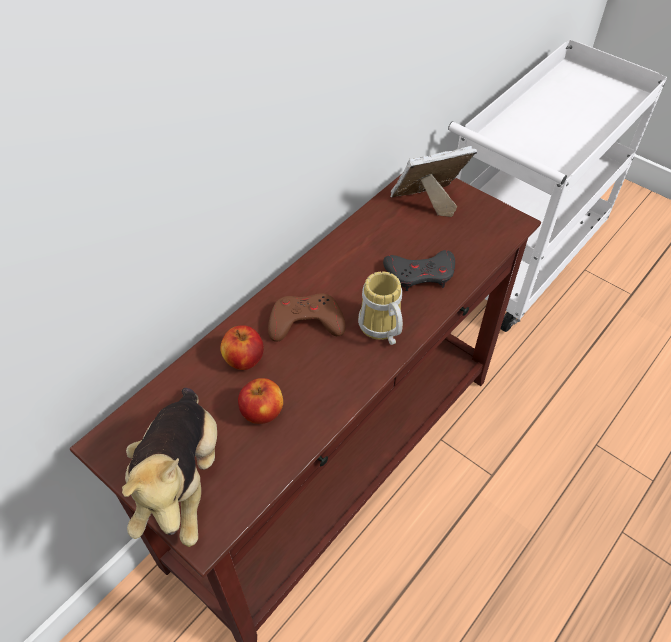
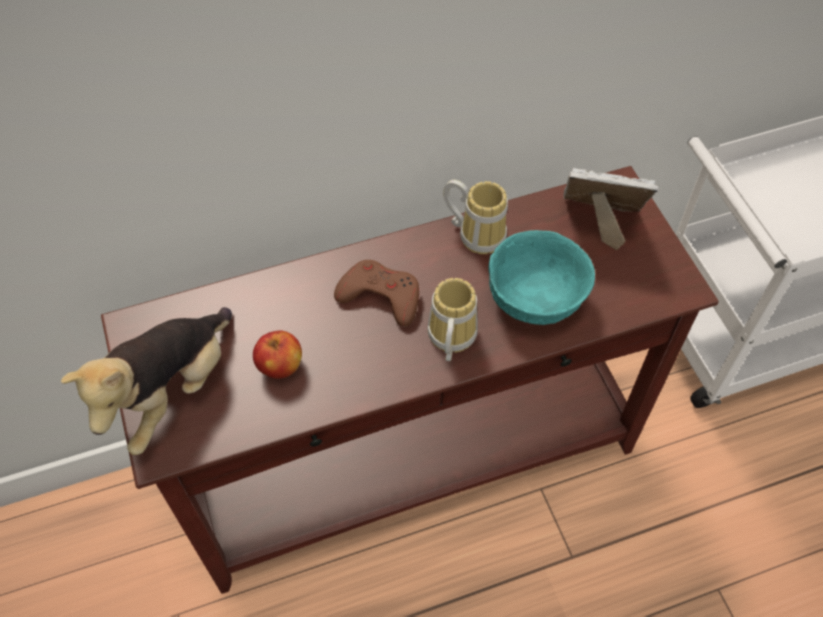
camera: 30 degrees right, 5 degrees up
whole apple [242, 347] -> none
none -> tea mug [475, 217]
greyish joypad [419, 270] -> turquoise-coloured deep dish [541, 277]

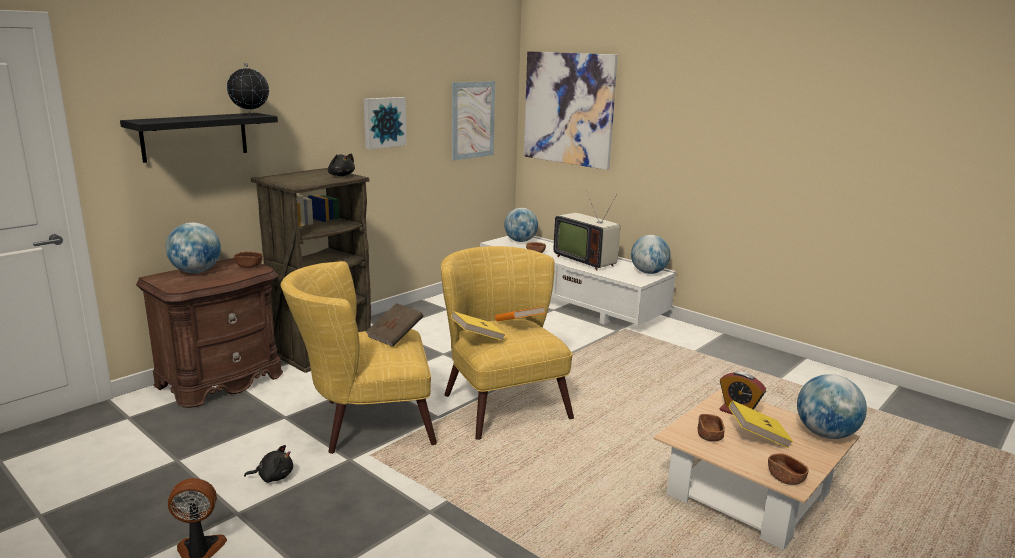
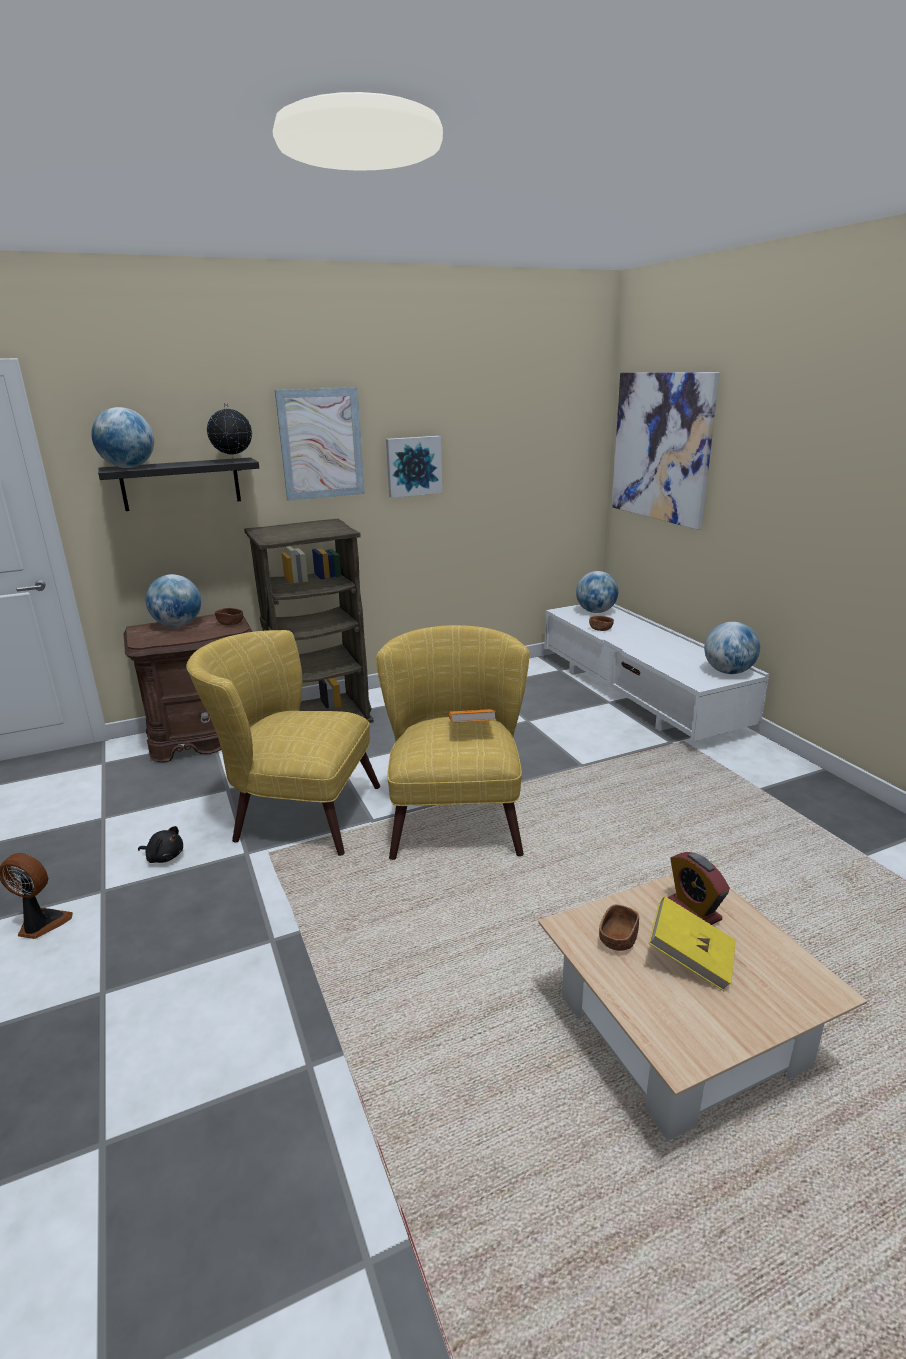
camera: 25 degrees right, 5 degrees up
black-coloured plush toy [341, 165] -> none
brownish book [394, 325] -> none
yellowish book [478, 326] -> none
TV set [587, 230] -> none
brownish deep dish [788, 469] -> none
picture [473, 121] -> picture [320, 444], moved
desk globe [832, 406] -> desk globe [122, 437], moved

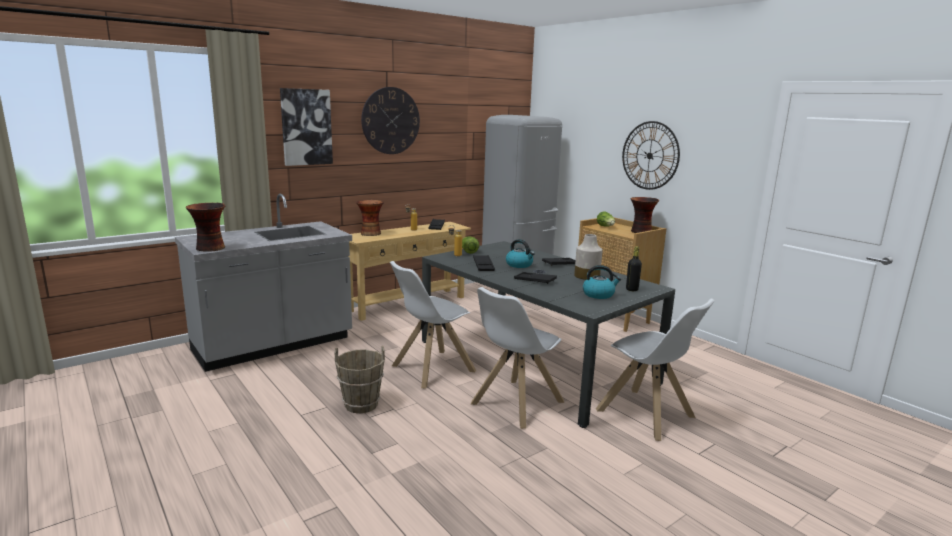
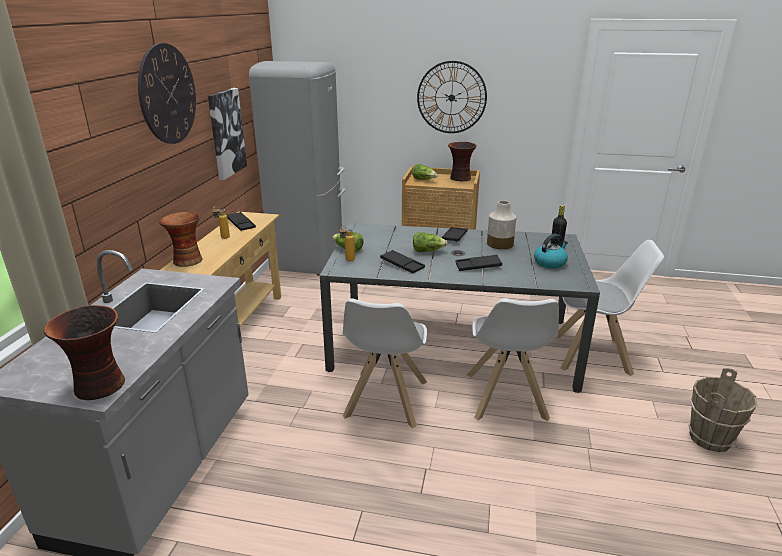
camera: 40 degrees left, 10 degrees up
picture [306, 127] -> picture [227, 134], moved
brownish water bucket [360, 379] -> brownish water bucket [722, 410], moved
tea kettle [520, 253] -> head of lettuce [430, 242]

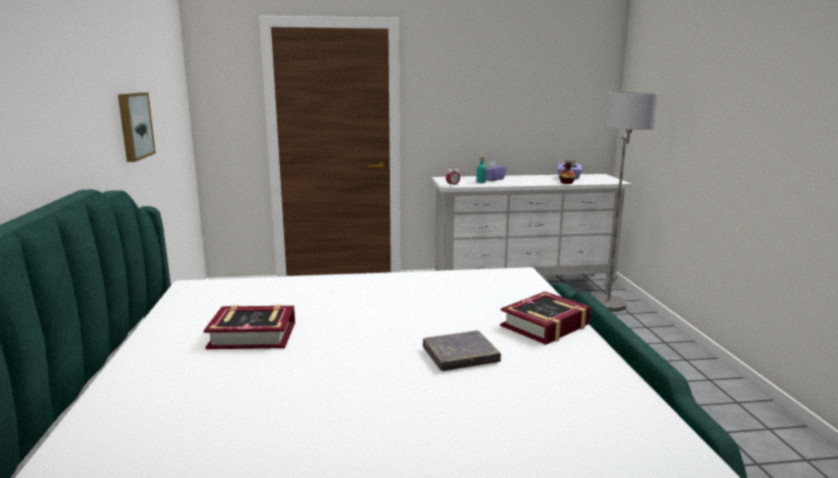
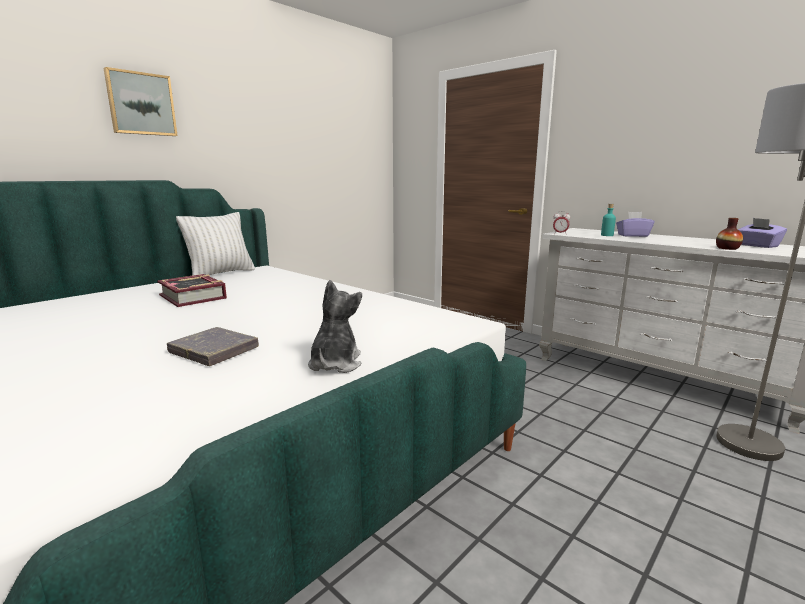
camera: 50 degrees right, 0 degrees up
none -> whitish throw pillow [215, 244]
picture [137, 127] -> picture [140, 101], moved
book [545, 318] -> plush toy [335, 326]

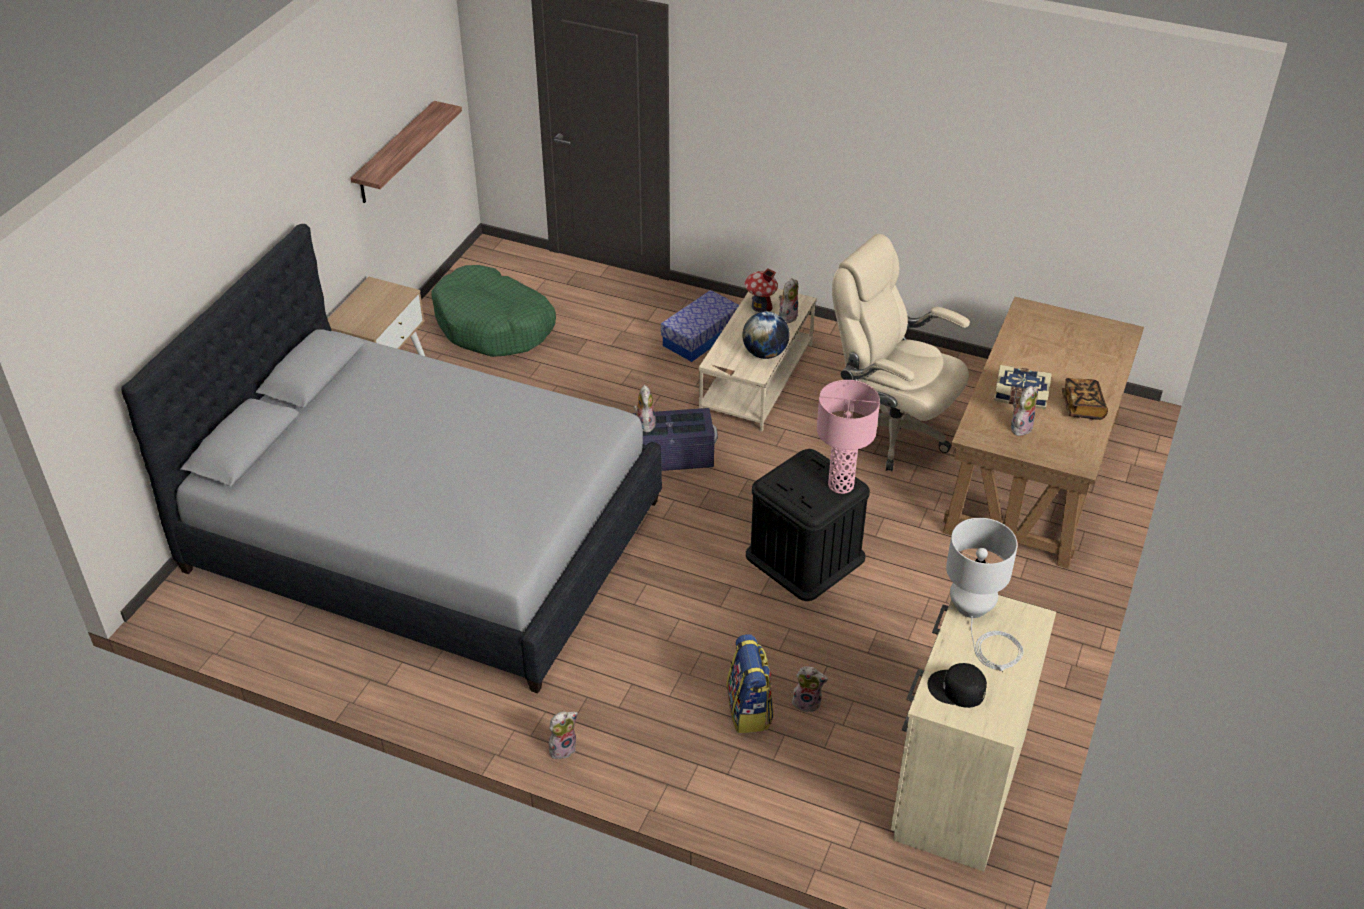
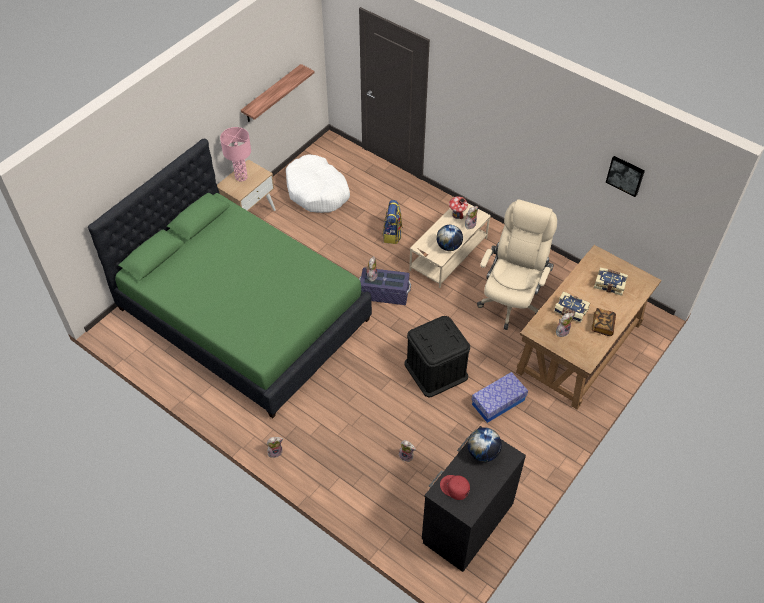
camera: 15 degrees right, 10 degrees up
none -> book [611, 282]
none -> picture [625, 176]
storage container [700, 326] -> storage container [500, 397], moved
backpack [750, 683] -> backpack [393, 222], moved
pink-coloured lamp for a table [848, 437] -> pink-coloured lamp for a table [235, 154], moved
greyish lamp for a table [985, 595] -> desk globe [484, 444]
greyish bedroom bed [391, 459] -> green bedroom bed [230, 278]
green dog bed [493, 311] -> whitish dog bed [318, 183]
beige dresser [973, 733] -> black-coloured dresser [474, 499]
black-coloured cap [957, 685] -> red cap [455, 487]
beige desk chair [901, 352] -> beige desk chair [517, 264], 60 degrees clockwise

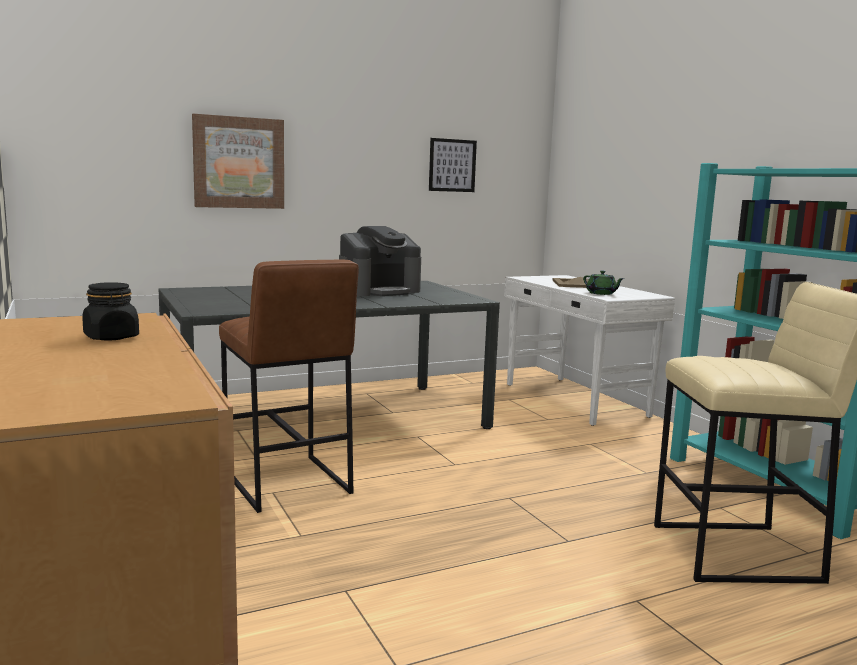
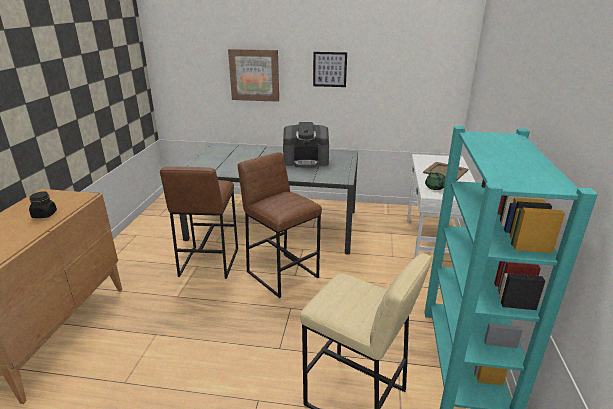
camera: 35 degrees right, 15 degrees up
none -> brownish sitting stool [280, 225]
picture [453, 165] -> picture [330, 69], moved

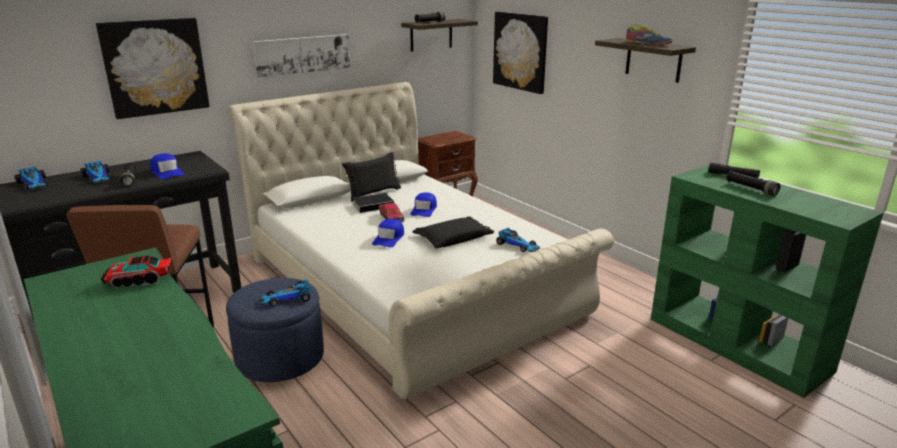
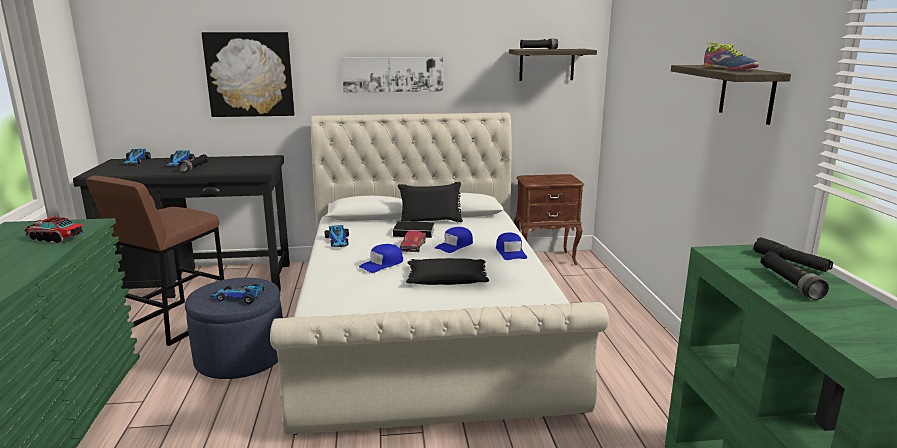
camera: 30 degrees right, 5 degrees down
picture [520, 53] -> none
bluish cap [167, 166] -> bluish cap [511, 246], moved
model car [518, 240] -> model car [337, 236], moved

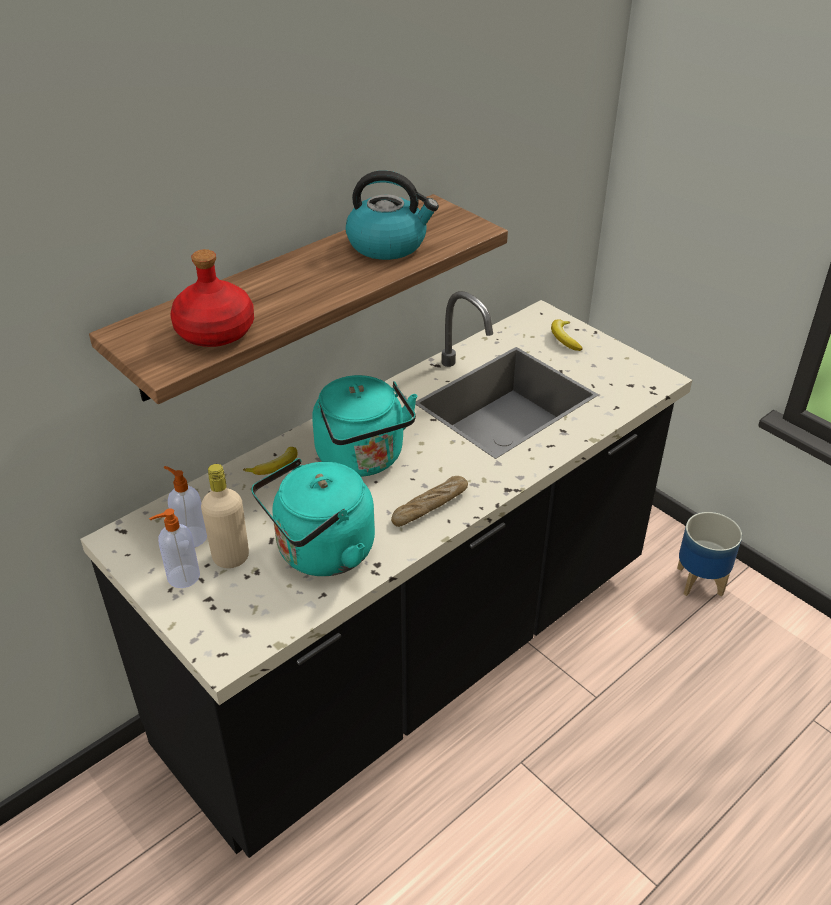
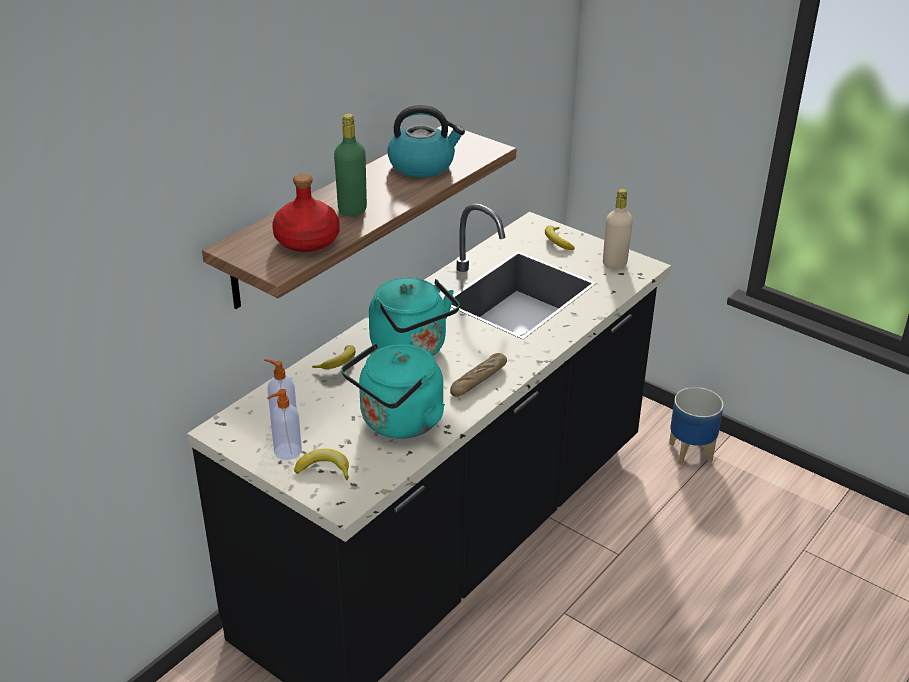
camera: 10 degrees left, 5 degrees down
none -> banana fruit [321, 464]
none -> green drink bottle [350, 165]
beige drink bottle [225, 516] -> beige drink bottle [618, 229], moved

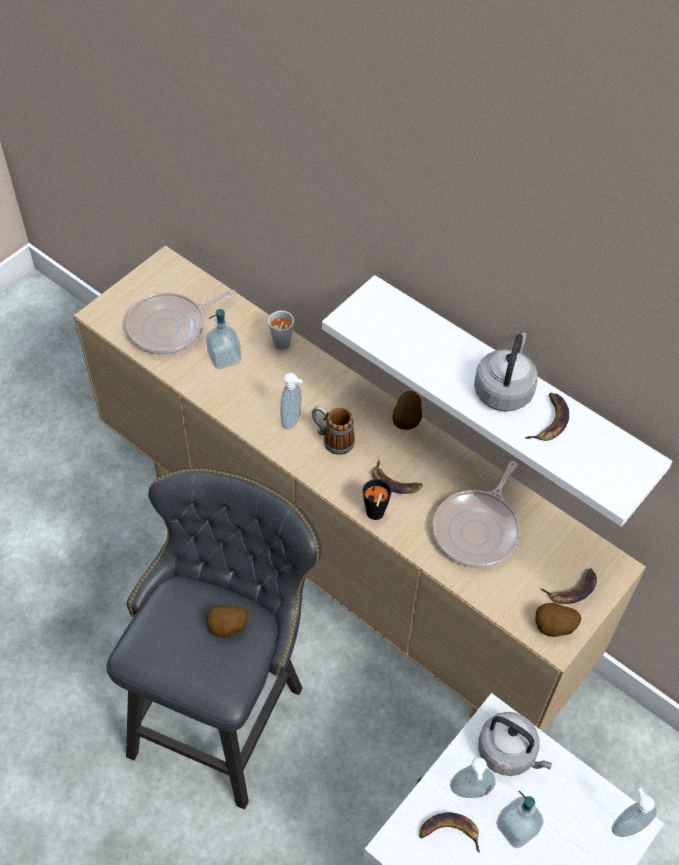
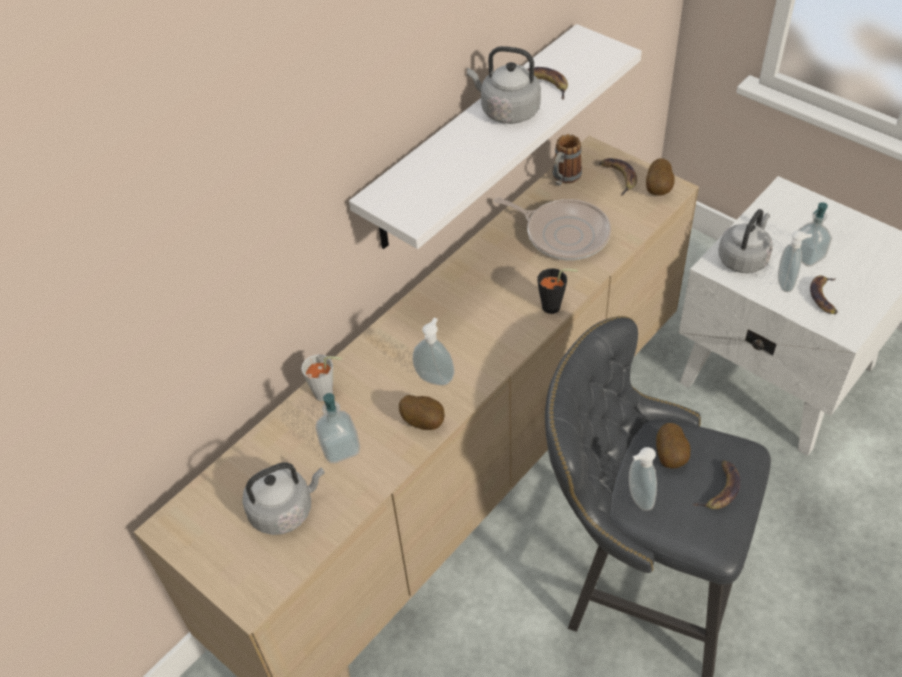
camera: 85 degrees left, 5 degrees down
tea mug [333, 430] -> tea mug [567, 159], moved
banana fruit [397, 477] -> banana fruit [716, 484], moved
spud [407, 410] -> spud [422, 412], moved
soap bottle [634, 812] -> soap bottle [643, 479], moved
pan [181, 322] -> greyish tea kettle [283, 499]

